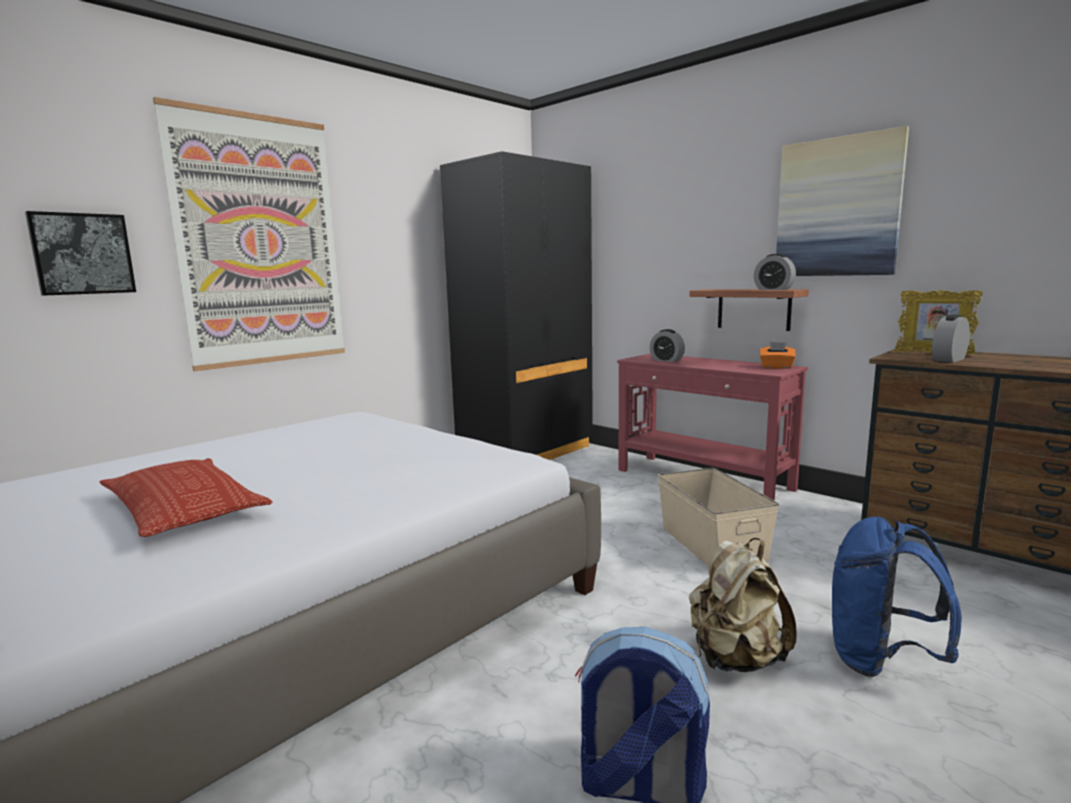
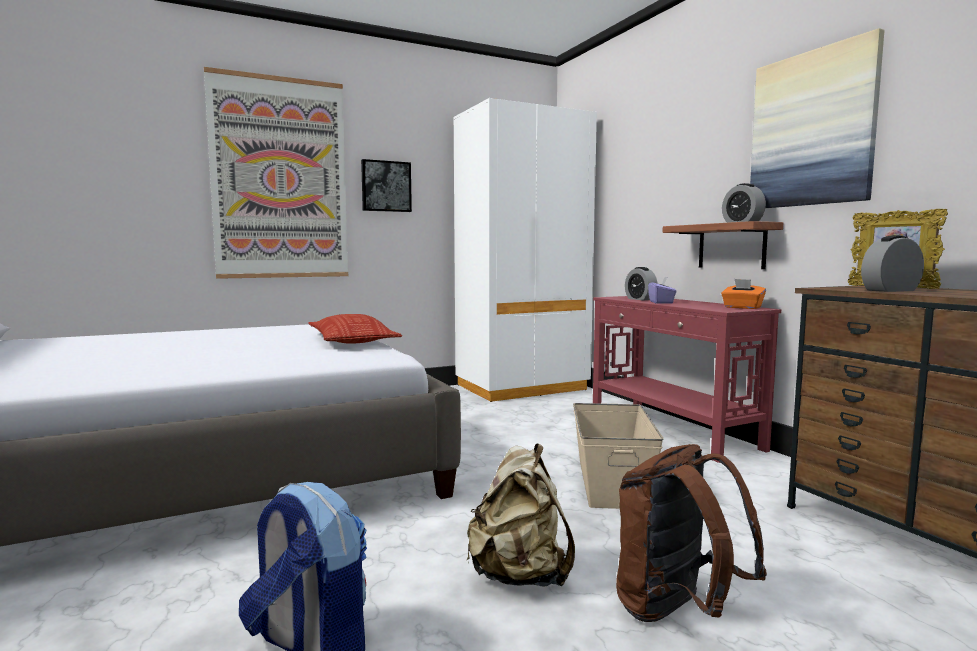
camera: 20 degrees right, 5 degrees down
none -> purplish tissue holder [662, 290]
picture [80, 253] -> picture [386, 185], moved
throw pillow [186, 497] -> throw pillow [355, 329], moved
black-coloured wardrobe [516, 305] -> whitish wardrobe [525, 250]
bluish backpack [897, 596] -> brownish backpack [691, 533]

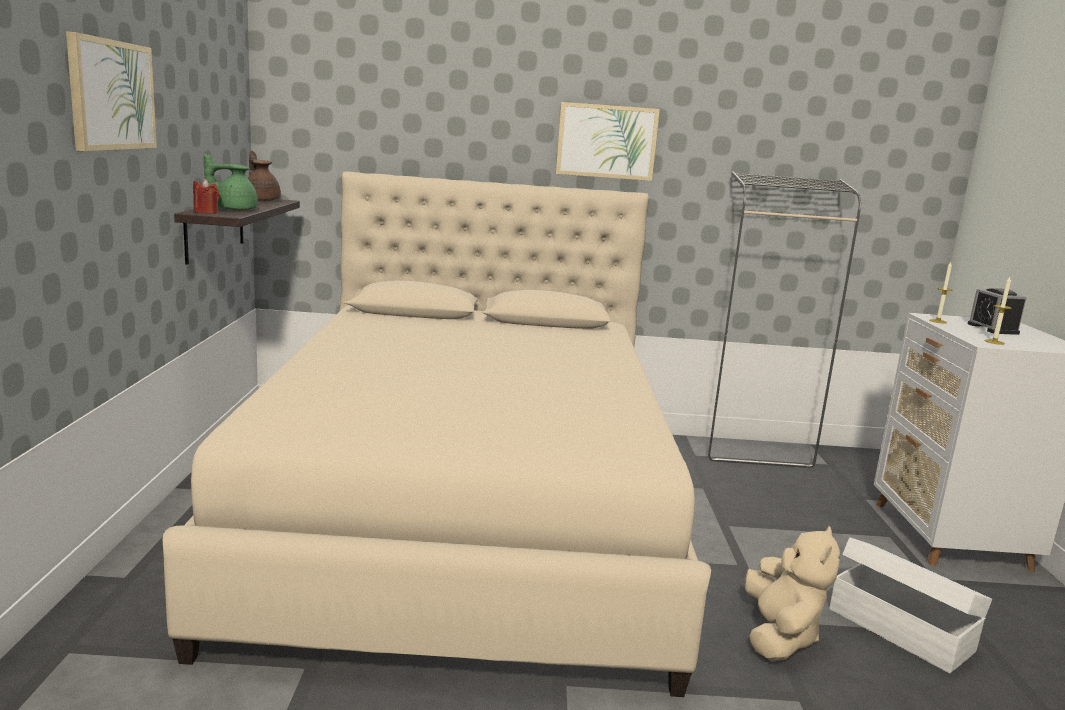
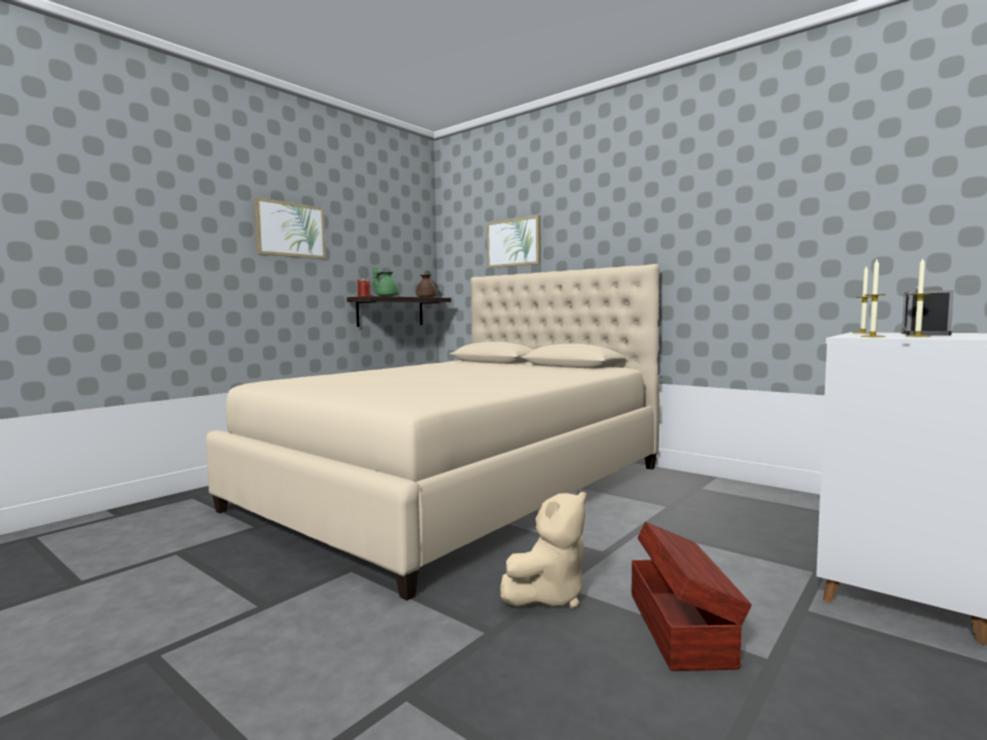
camera: 40 degrees right, 10 degrees down
greyish garment rack [784, 319] -> none
none -> wax light [918, 298]
picture [608, 141] -> picture [514, 241], moved
whitish storage container [911, 605] -> brownish storage container [692, 596]

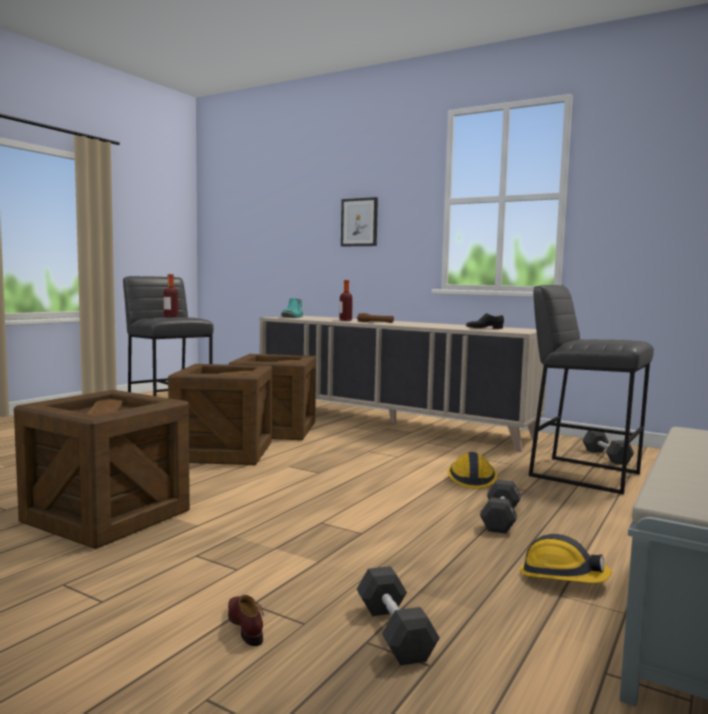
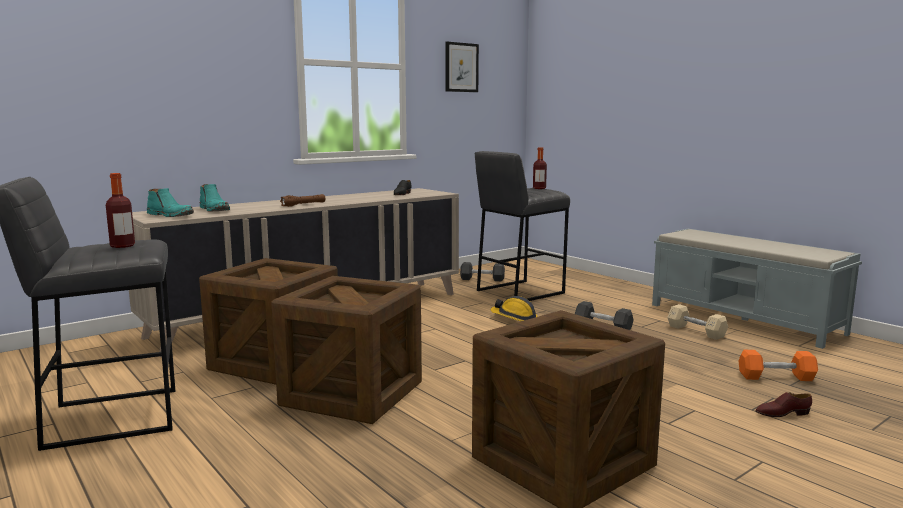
camera: 70 degrees left, 5 degrees up
none -> turquoise-coloured boot [215, 197]
drink bottle [346, 300] -> drink bottle [540, 168], moved
picture [359, 221] -> picture [462, 67], moved
work helmet [566, 558] -> beige hand weight [697, 322]
black-coloured hand weight [398, 615] -> orangey hand weight [778, 365]

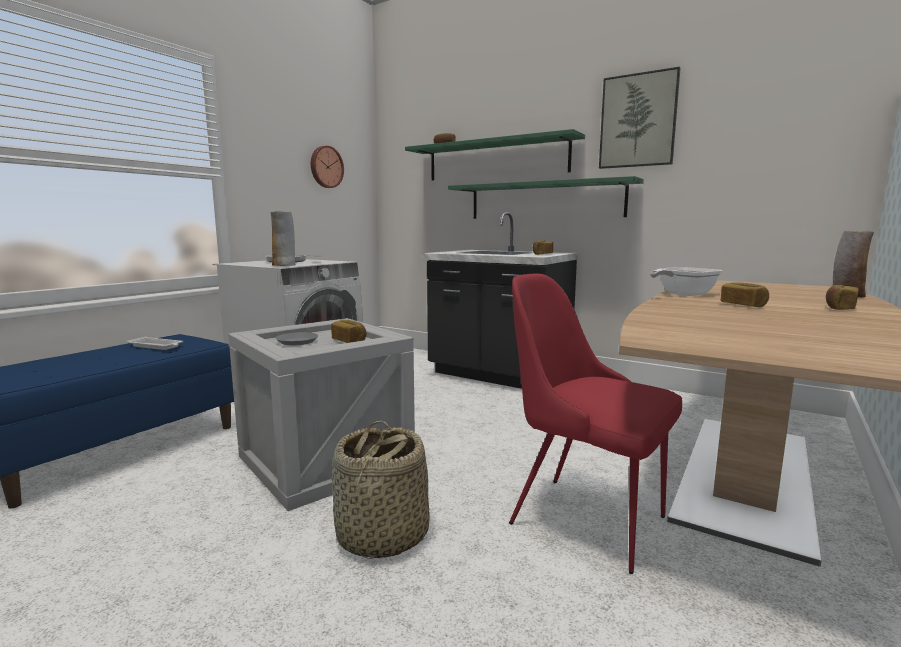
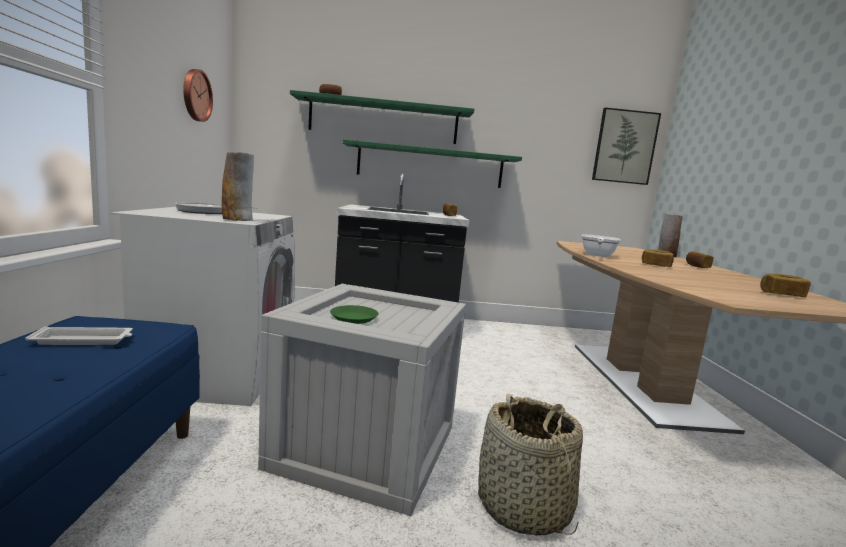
camera: 35 degrees left, 0 degrees up
red plain chair [595, 424] -> none
baked bread [348, 331] -> baked bread [785, 285], moved
picture [639, 118] -> picture [626, 146], moved
greyish flat dish [297, 338] -> green flat dish [354, 314]

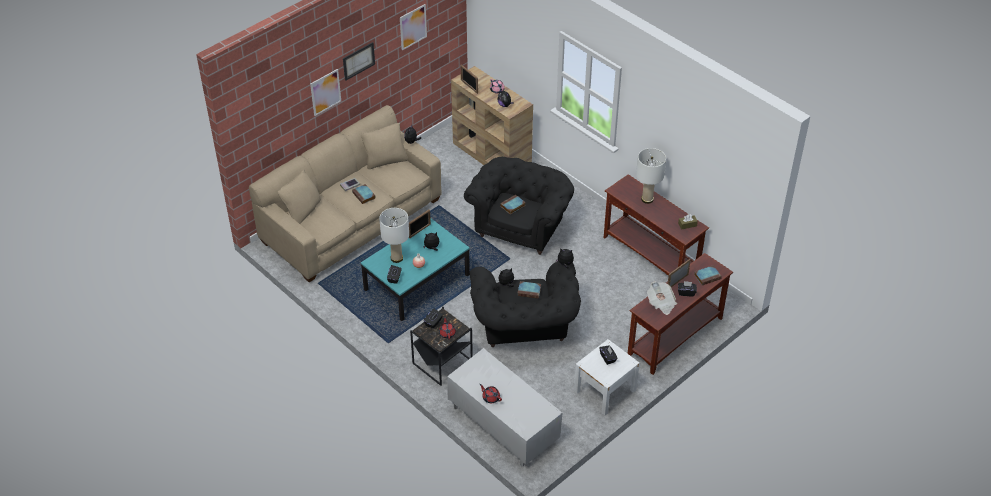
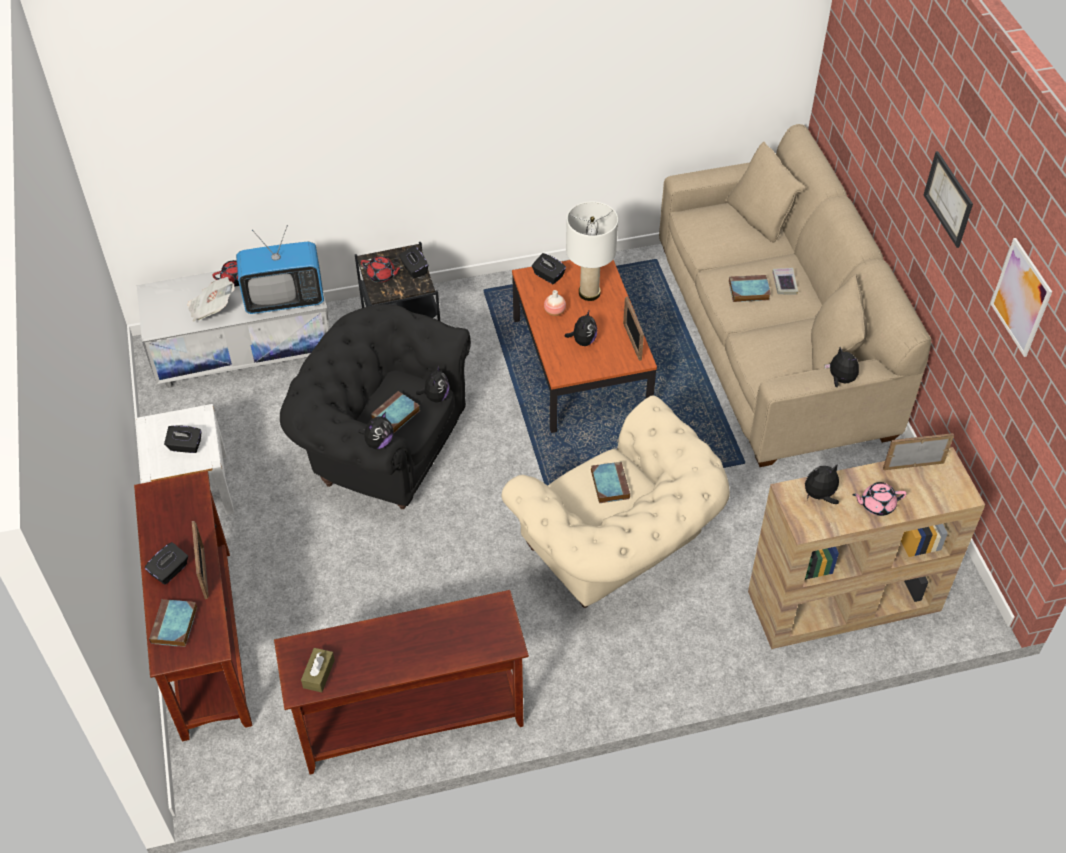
camera: 120 degrees right, 5 degrees up
picture [325, 92] -> none
whitish lamp for a table [651, 176] -> none
none -> TV set [280, 269]
printed paper [662, 298] -> printed paper [211, 299], moved
turquoise-coloured coffee table [415, 269] -> brownish coffee table [584, 346]
black-coloured easy chair [519, 206] -> beige easy chair [615, 501]

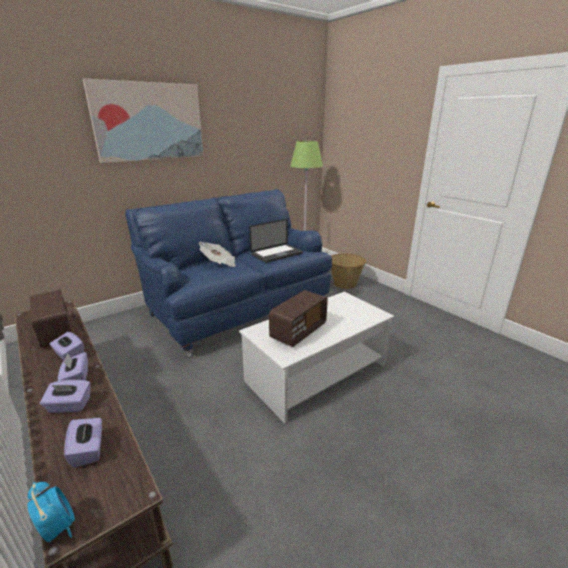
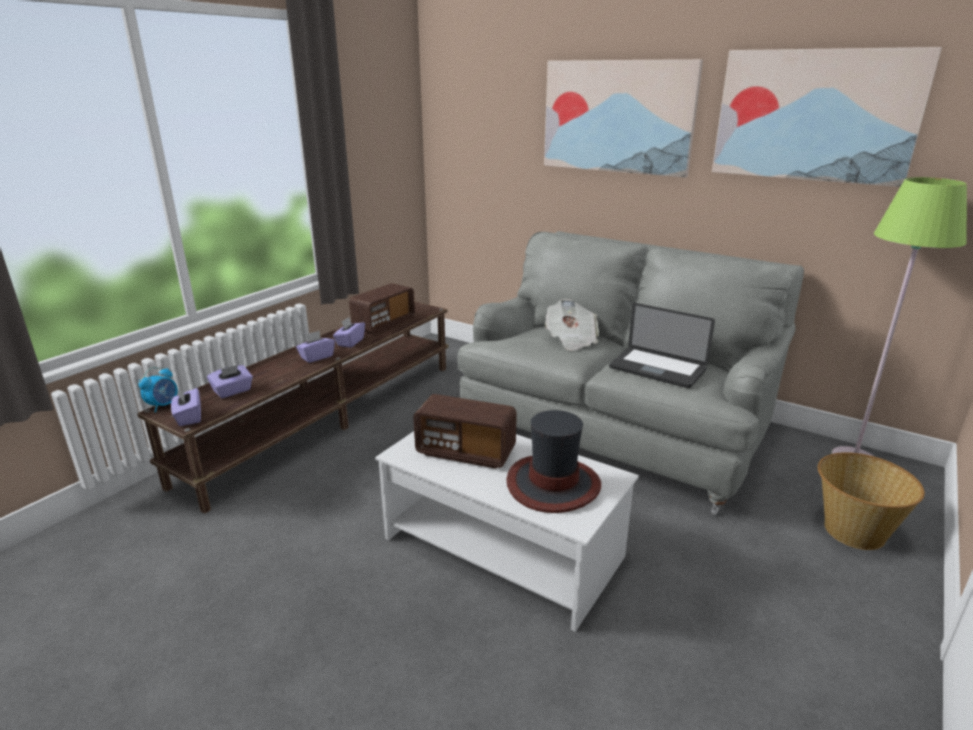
camera: 70 degrees right, 0 degrees up
none -> wearable hat [553, 461]
none -> picture [827, 117]
purplish tissue holder [65, 396] -> purplish tissue holder [186, 406], moved
bluish settee [228, 273] -> greyish settee [631, 373]

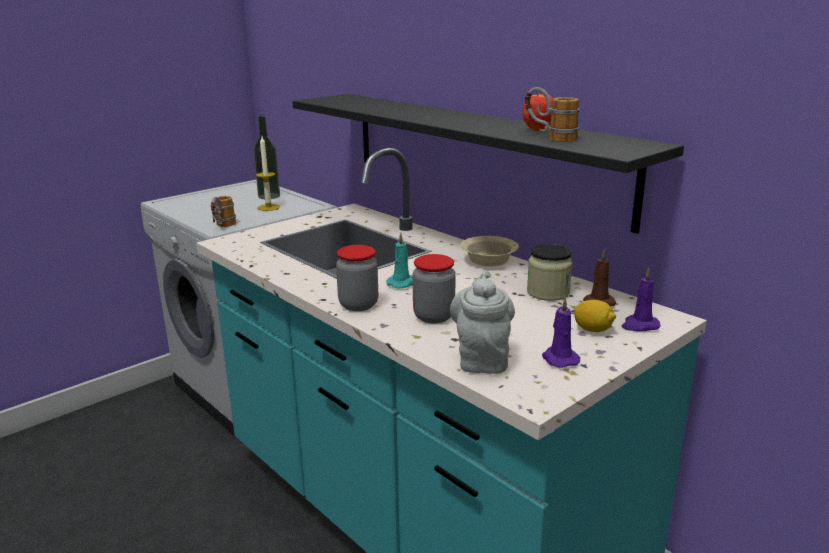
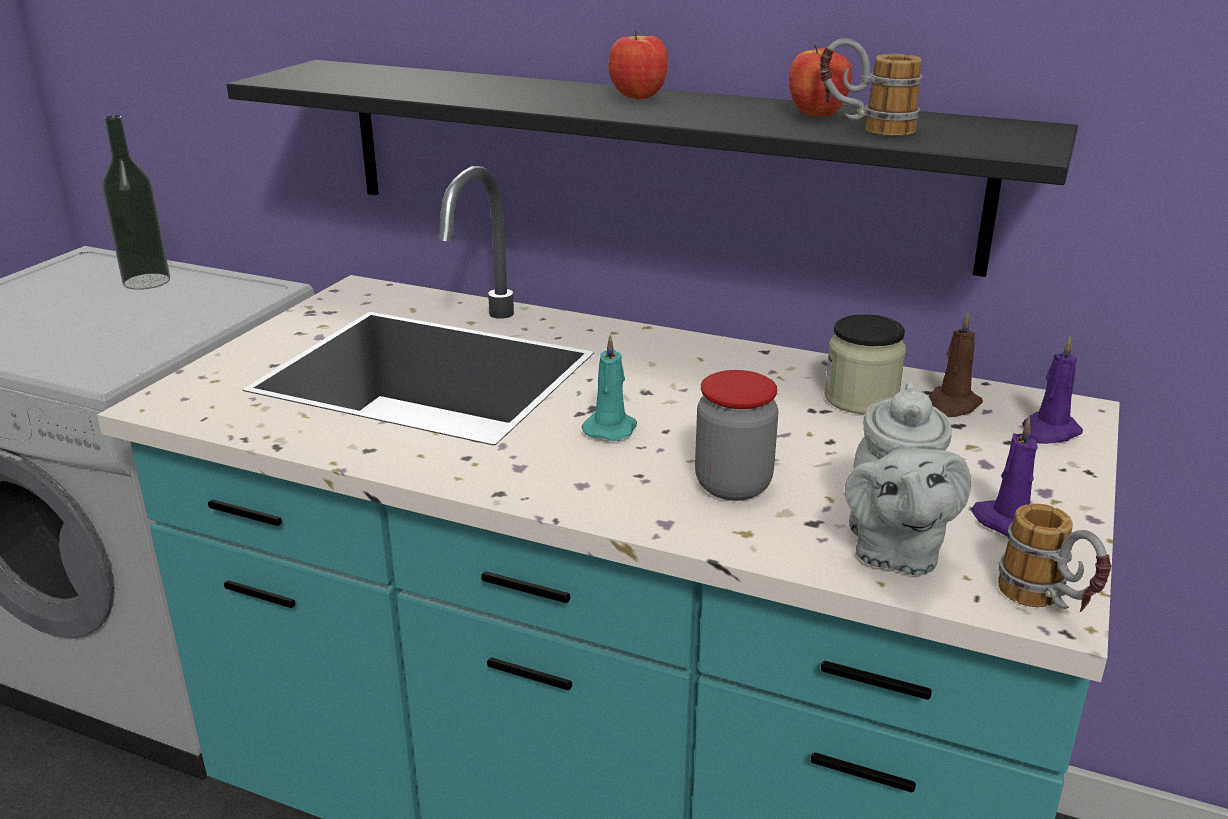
camera: 25 degrees left, 5 degrees up
wax light [268, 174] -> none
jar [357, 278] -> none
beige deep dish [489, 251] -> none
whole lemon [595, 316] -> none
none -> whole apple [638, 65]
tea mug [223, 211] -> tea mug [1055, 557], moved
greyish tea pot [482, 322] -> greyish tea pot [908, 478], 150 degrees counterclockwise

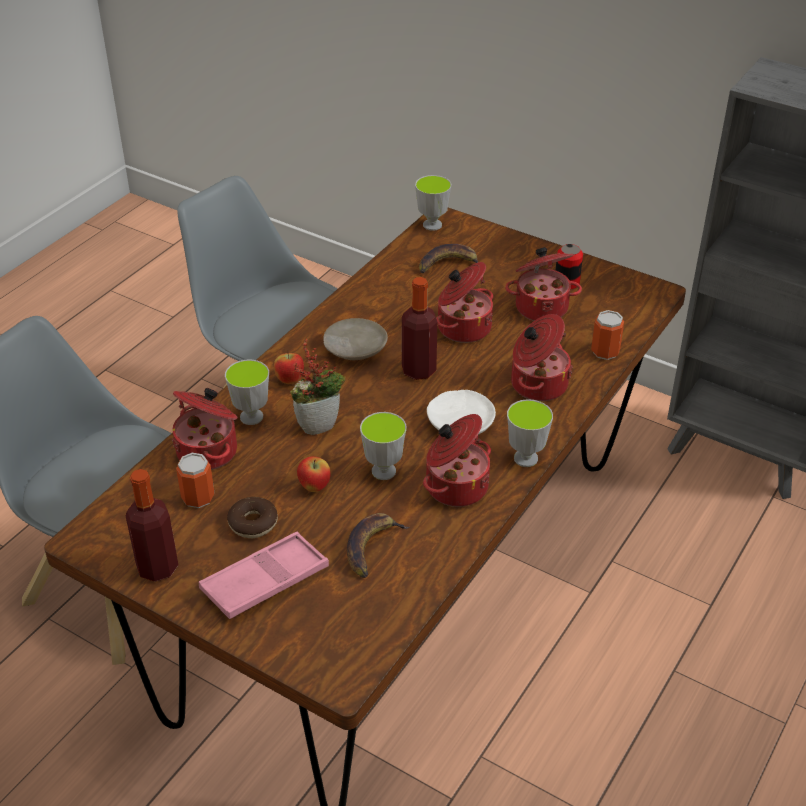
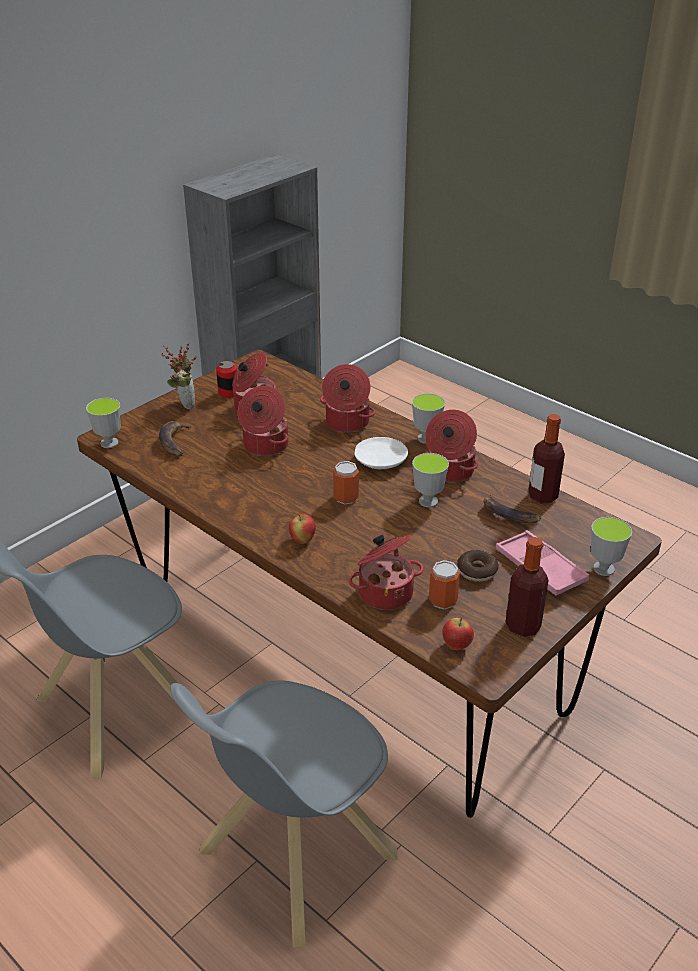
camera: 80 degrees left, 5 degrees down
beige flat dish [355, 339] -> none
small cup [247, 392] -> small cup [611, 546], moved
houseplant [318, 387] -> houseplant [179, 376], moved
whole apple [314, 474] -> whole apple [458, 633], moved
drink bottle [419, 328] -> drink bottle [546, 458], moved
can [607, 335] -> can [346, 483], moved

